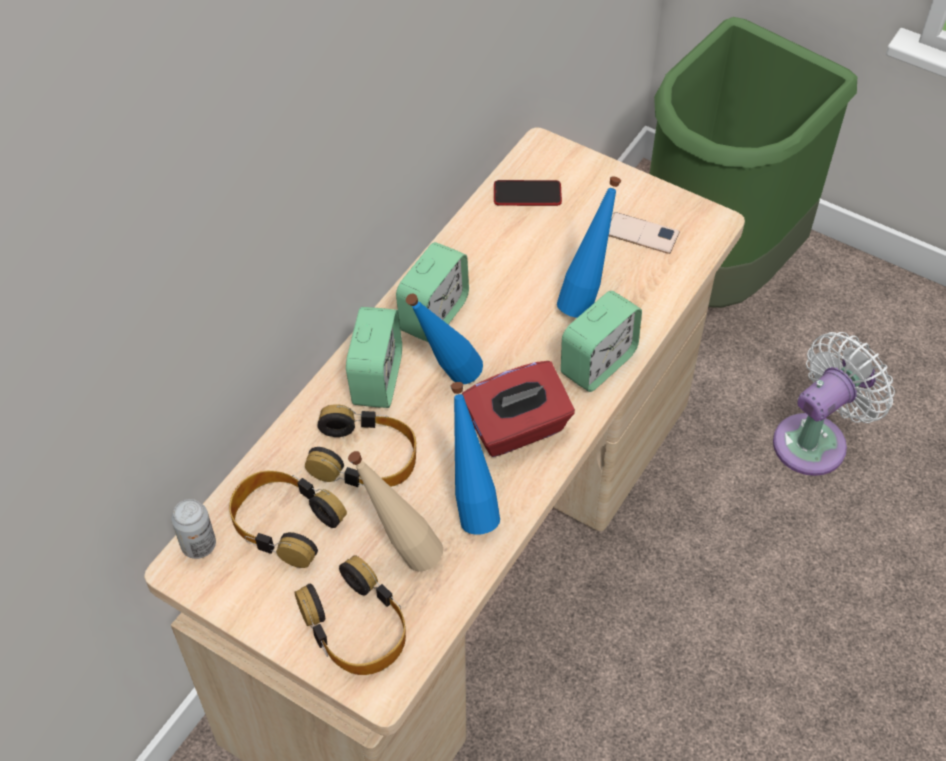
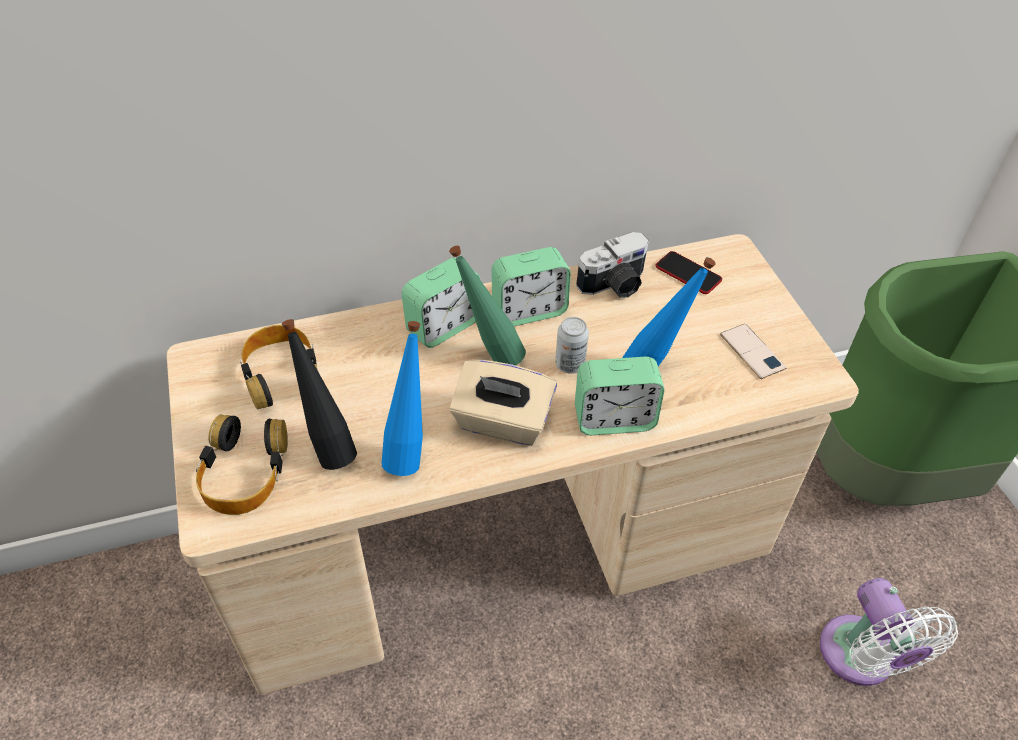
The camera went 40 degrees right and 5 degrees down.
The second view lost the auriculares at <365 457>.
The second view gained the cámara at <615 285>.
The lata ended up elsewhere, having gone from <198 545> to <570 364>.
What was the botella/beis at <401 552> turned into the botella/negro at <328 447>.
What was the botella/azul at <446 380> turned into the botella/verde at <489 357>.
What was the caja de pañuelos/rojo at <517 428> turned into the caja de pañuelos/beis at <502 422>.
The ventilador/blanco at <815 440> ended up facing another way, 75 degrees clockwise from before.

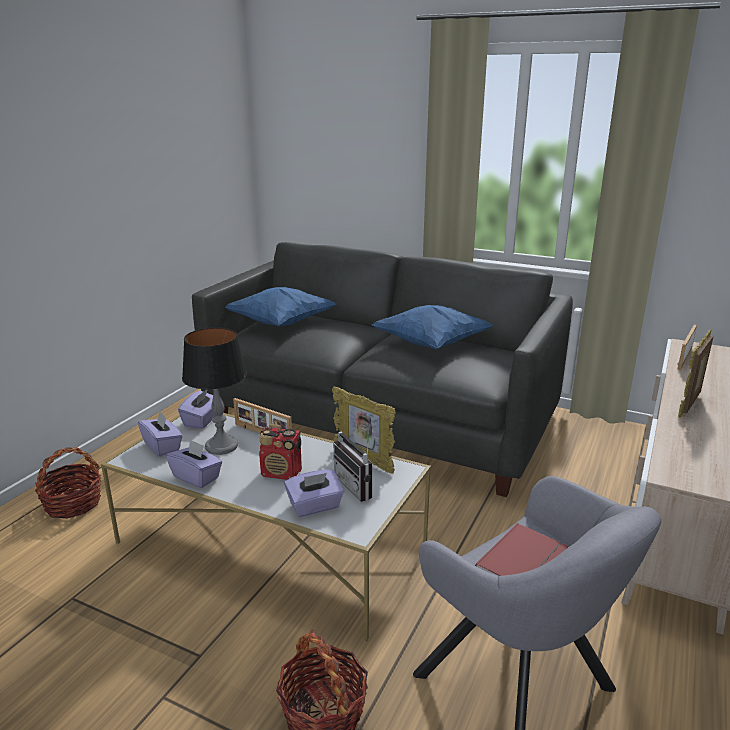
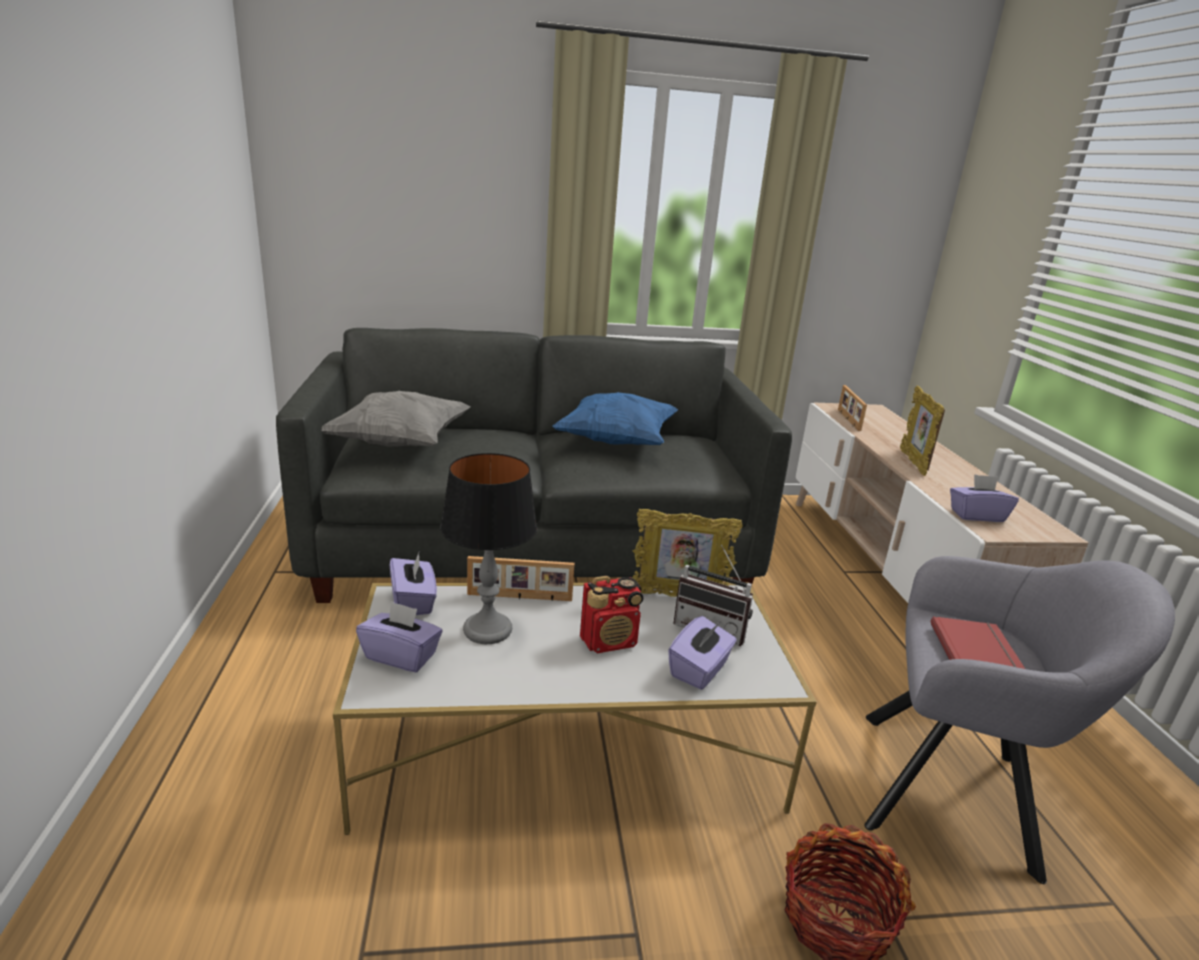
The camera went 35 degrees left and 0 degrees up.
The second view lost the cesta at <73 504>.
The caja de pañuelos/morado ended up elsewhere, having gone from <196 477> to <976 515>.
What was the cojín/azul at <281 323> turned into the cojín/gris at <399 443>.

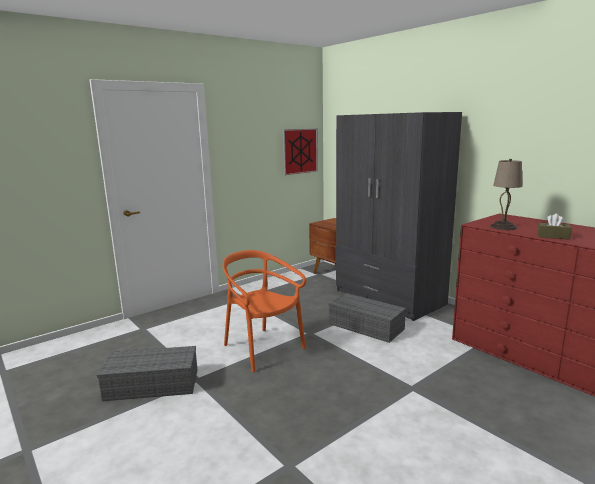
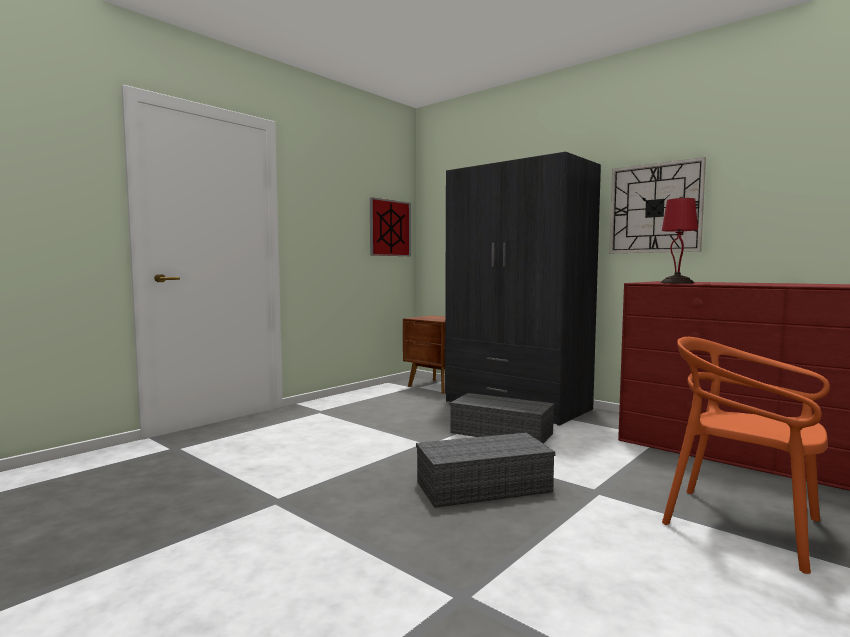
The camera went 10 degrees left and 10 degrees down.
The second view lost the caja de pañuelos/marrón at <553 236>.
The second view gained the reloj de pared at <655 208>.
The caja de almacenaje/gris ended up elsewhere, having gone from <154 384> to <484 486>.
The silla/naranja ended up elsewhere, having gone from <262 348> to <743 525>.
What was the lámpara de mesa/beis at <503 227> turned into the lámpara de mesa/rojo at <677 283>.

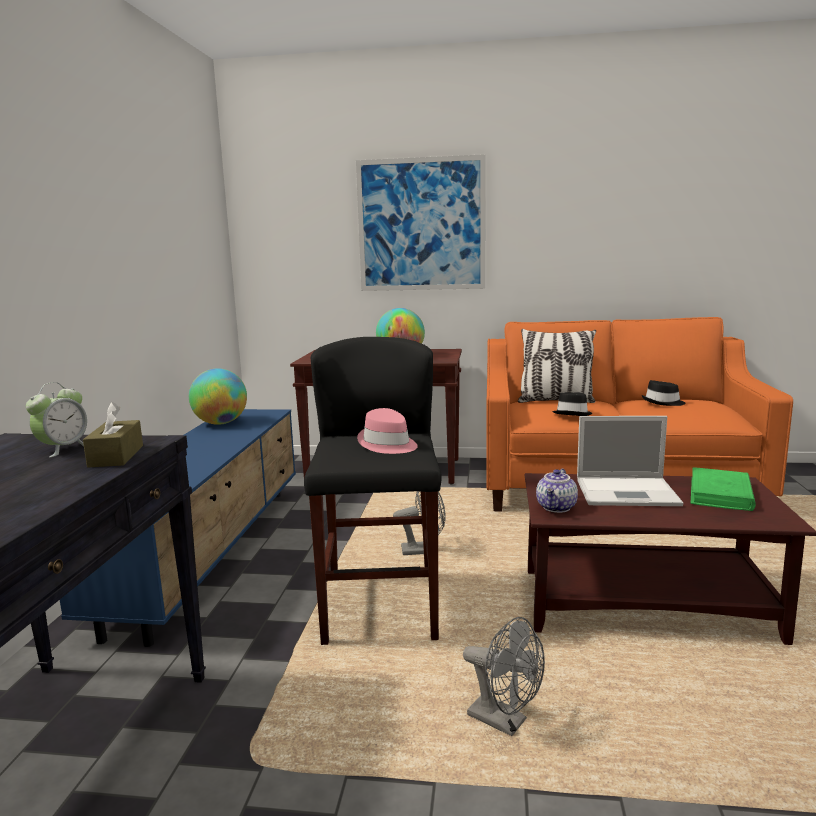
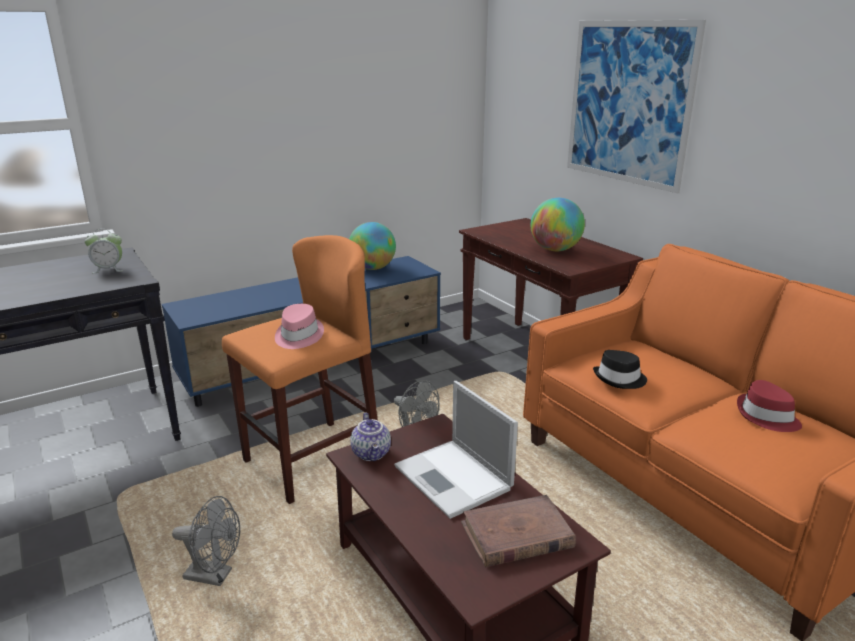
The camera went 50 degrees right and 10 degrees up.
The second view lost the caja de pañuelos/marrón at <116 456>.
The second view lost the cojín at <555 401>.
What was the taburete/negro at <380 607> turned into the taburete/naranja at <312 460>.
What was the sombrero/negro at <663 402> turned into the sombrero/rojo at <766 417>.
What was the libro/verde at <720 494> turned into the libro/marrón at <516 535>.
The ventilador/gris at <505 722> ended up facing another way, 75 degrees counterclockwise from before.
The tetera at <557 508> ended up facing another way, 90 degrees counterclockwise from before.

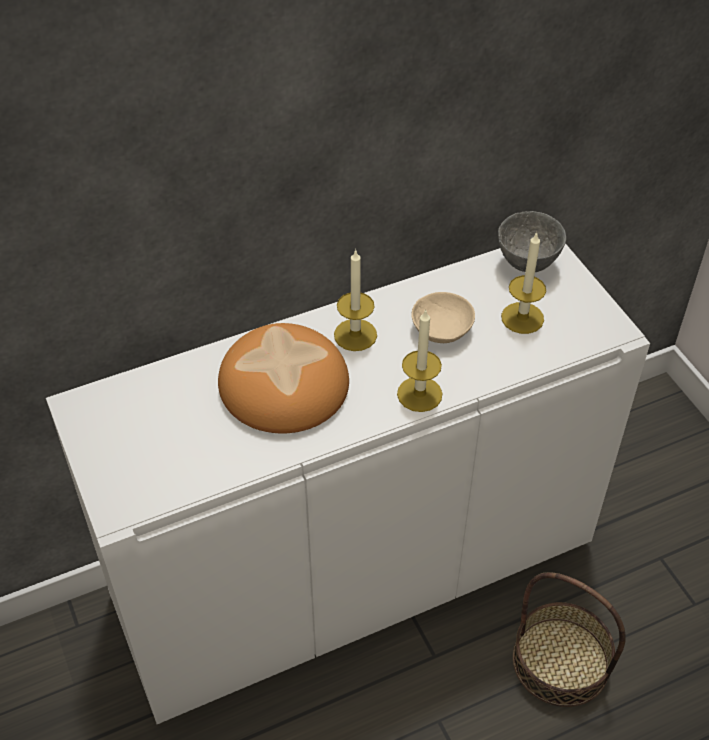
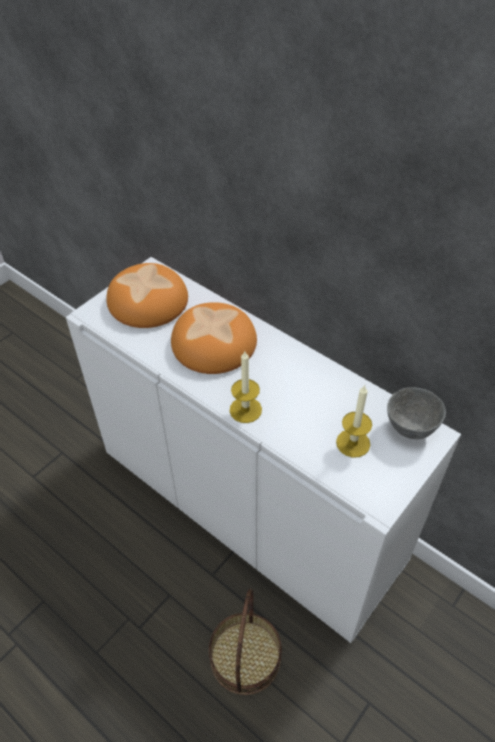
The camera went 65 degrees right and 0 degrees up.
The second view lost the vela at <355 335>.
The second view lost the cuenco/beis at <443 330>.
The second view gained the pan at <148 301>.

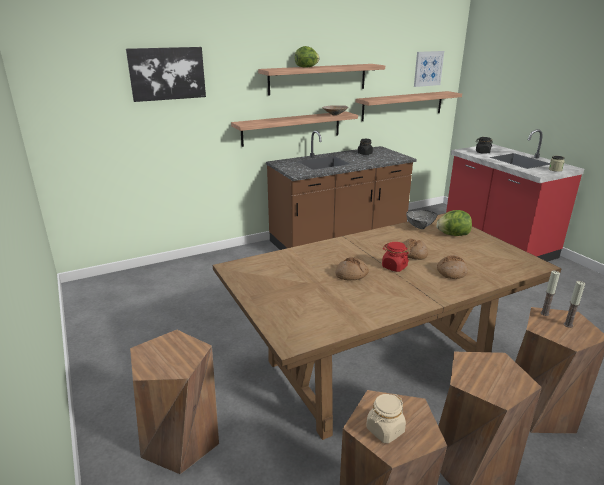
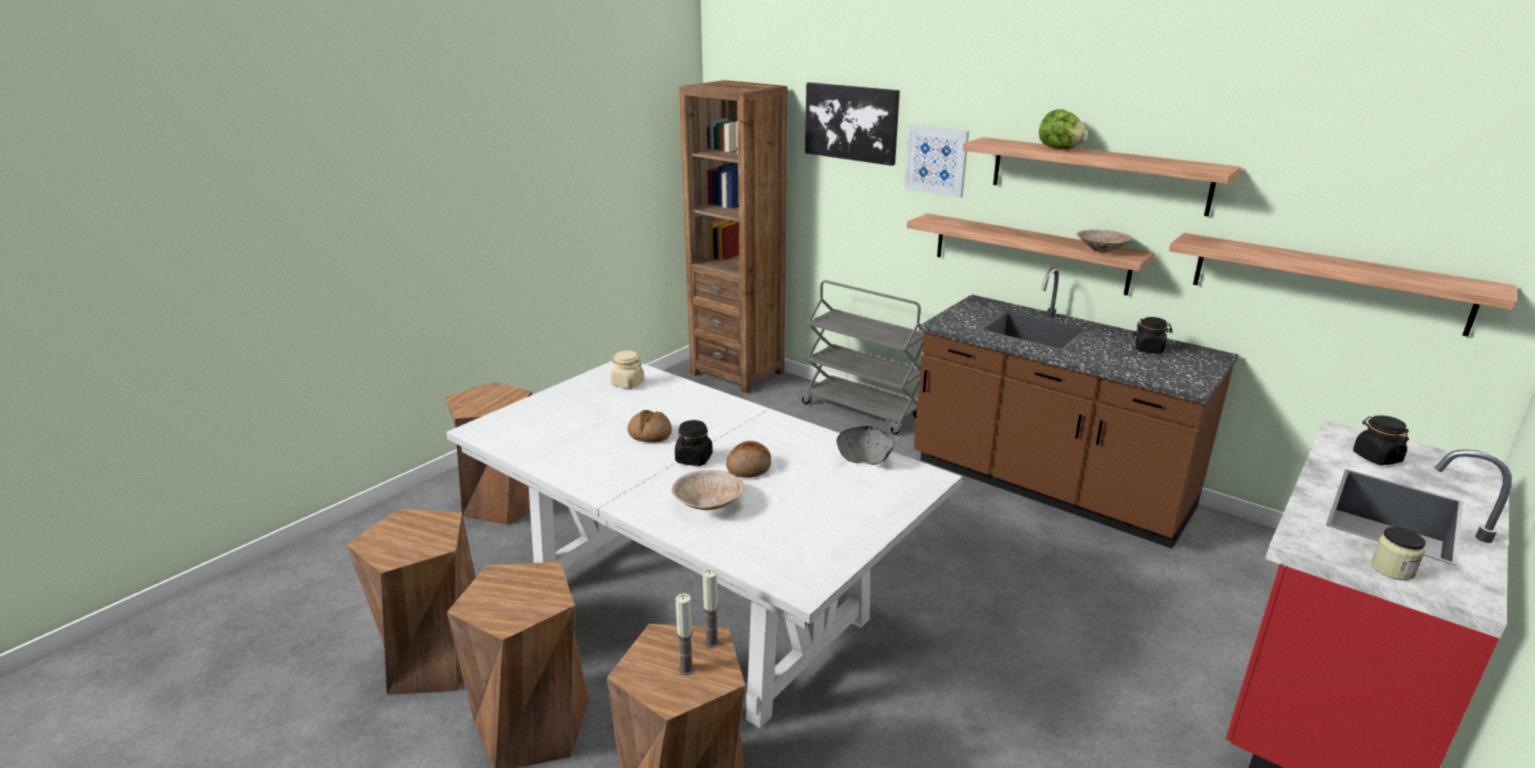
The camera went 65 degrees right and 0 degrees up.
The second view lost the lechuga at <453 235>.
The second view gained the estantería/marrón at <737 373>.
The second view gained the carrito/gris at <862 411>.
The tarro/beis ended up elsewhere, having gone from <385 430> to <627 384>.
The cuadro ended up elsewhere, having gone from <428 68> to <936 160>.
Where the pan stood at <451 272>, the cuenco/beis came to stand at <709 504>.
What was the mesa de comedor/marrón at <376 366> turned into the mesa de comedor/blanco at <696 604>.
What was the tarro/rojo at <394 267> turned into the tarro/negro at <694 459>.

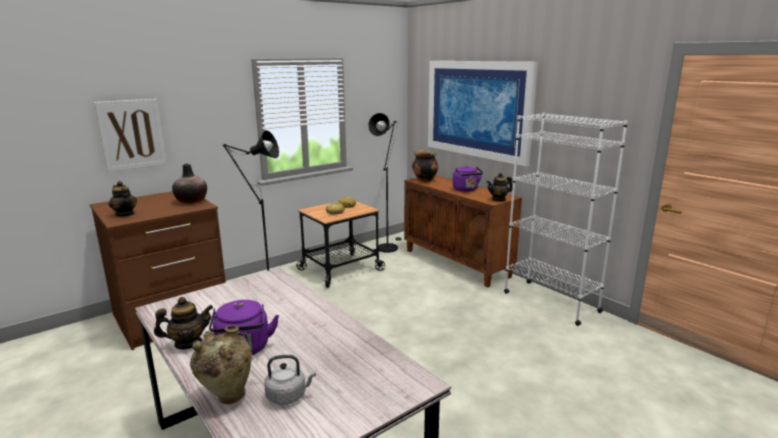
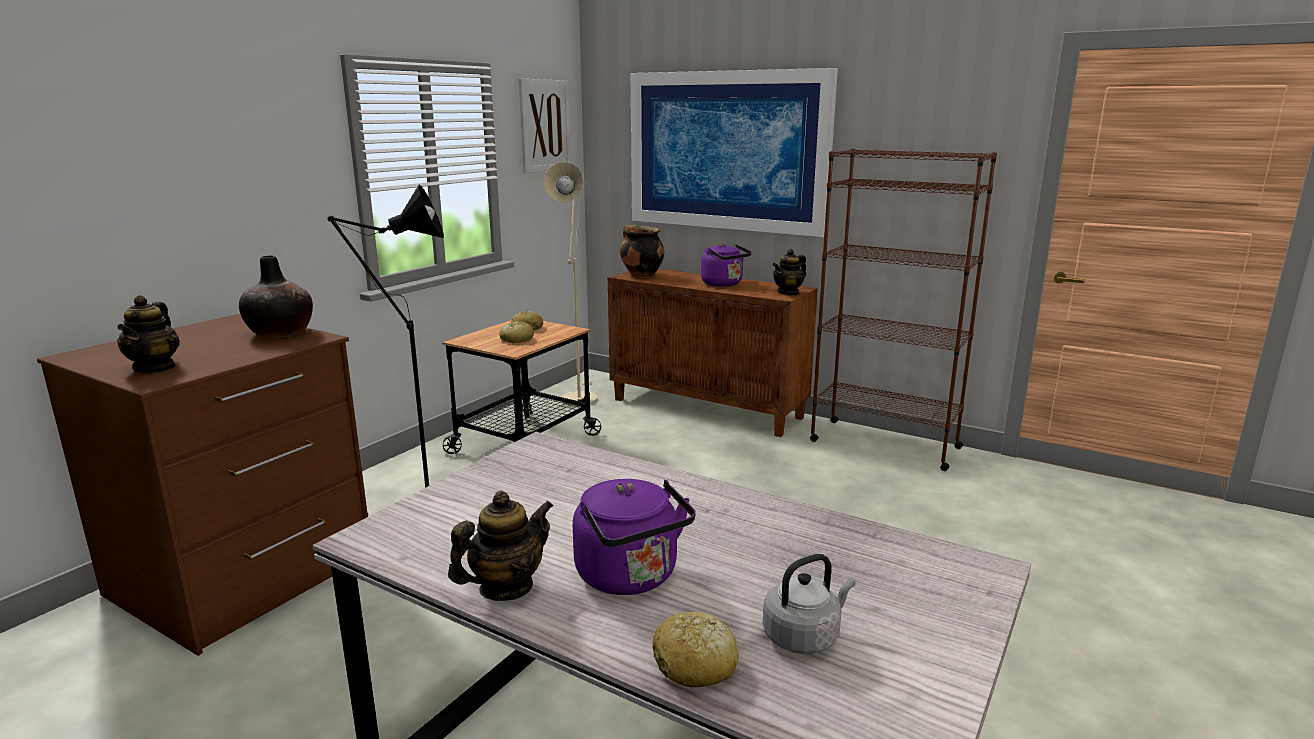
The camera went 20 degrees left and 0 degrees up.
The cuadro ended up elsewhere, having gone from <132 134> to <545 125>.
Where the florero/beis stood at <227 397>, the pan came to stand at <695 664>.
What was the lámpara de pie/negro at <388 246> turned into the lámpara de pie/beis at <579 397>.
What was the estantería/blanco at <550 301> turned into the estantería/marrón at <884 444>.
The tetera at <125 214> ended up facing another way, 60 degrees clockwise from before.

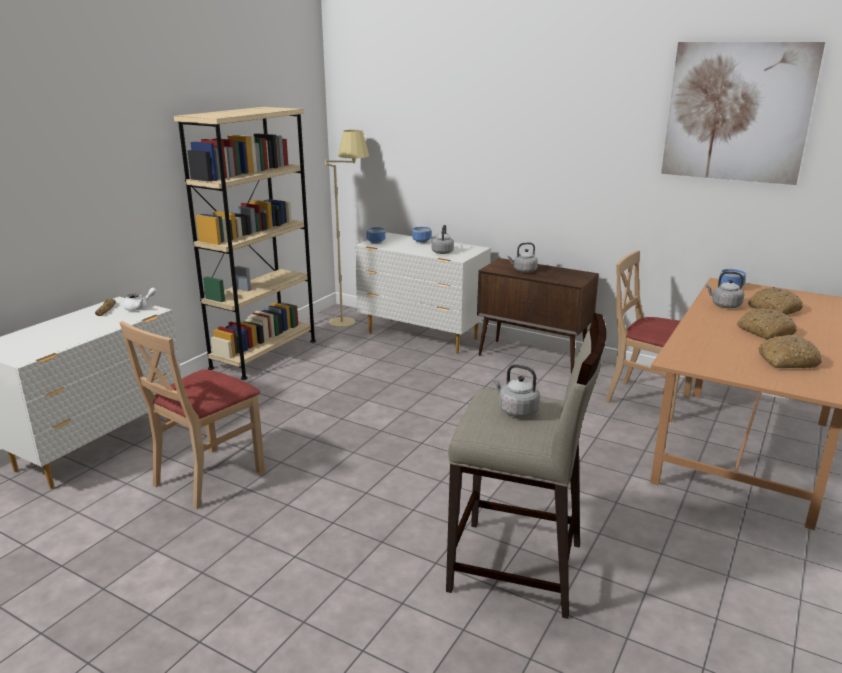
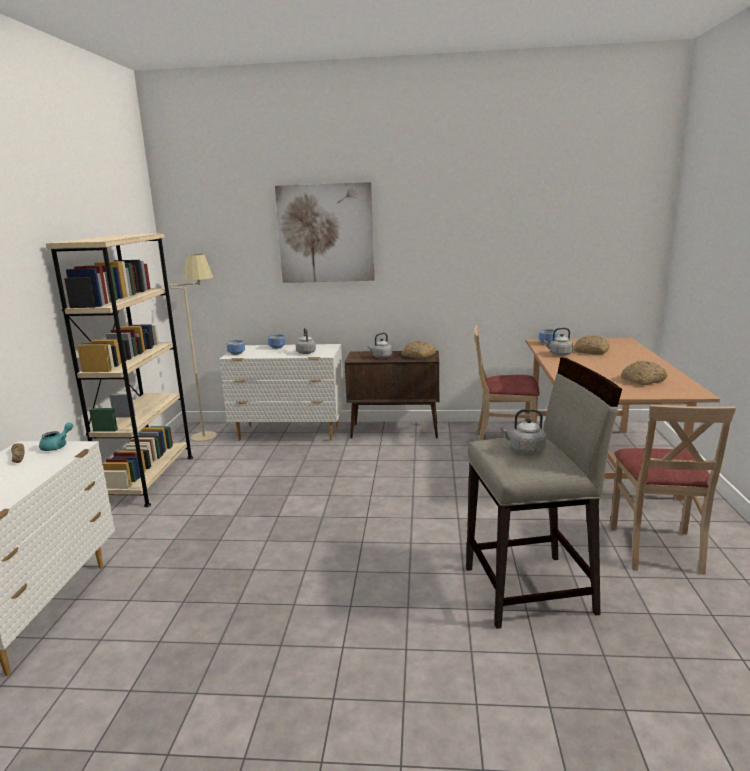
The camera went 25 degrees left and 5 degrees down.
The silla/beis ended up elsewhere, having gone from <208 477> to <656 548>.
The cuadro ended up elsewhere, having gone from <737 112> to <326 233>.
The pan ended up elsewhere, having gone from <764 332> to <418 356>.
What was the tetera/blanco at <140 307> turned into the tetera/turquesa at <58 446>.

